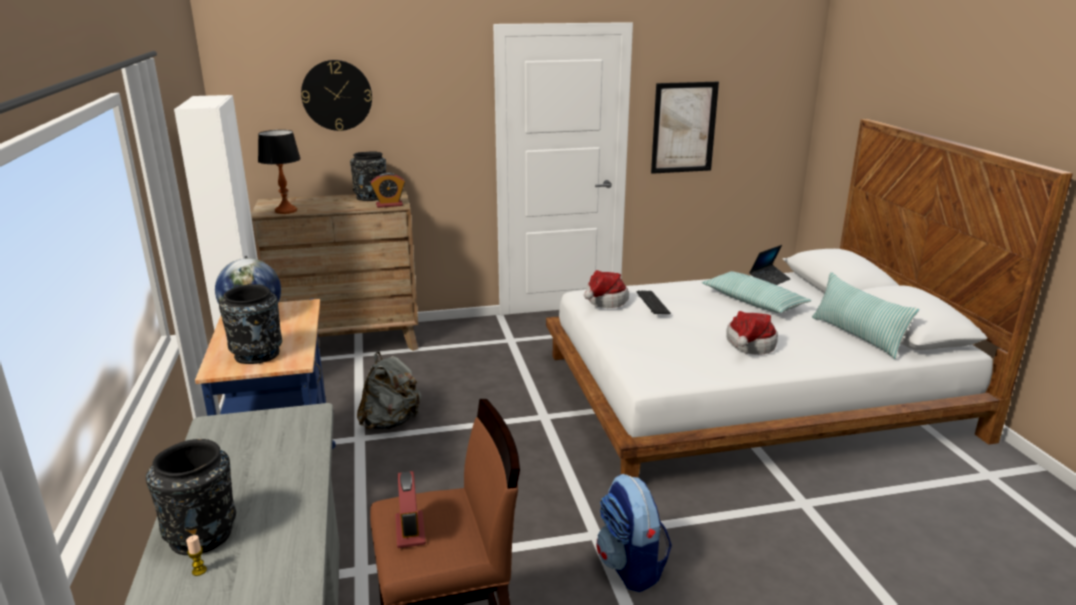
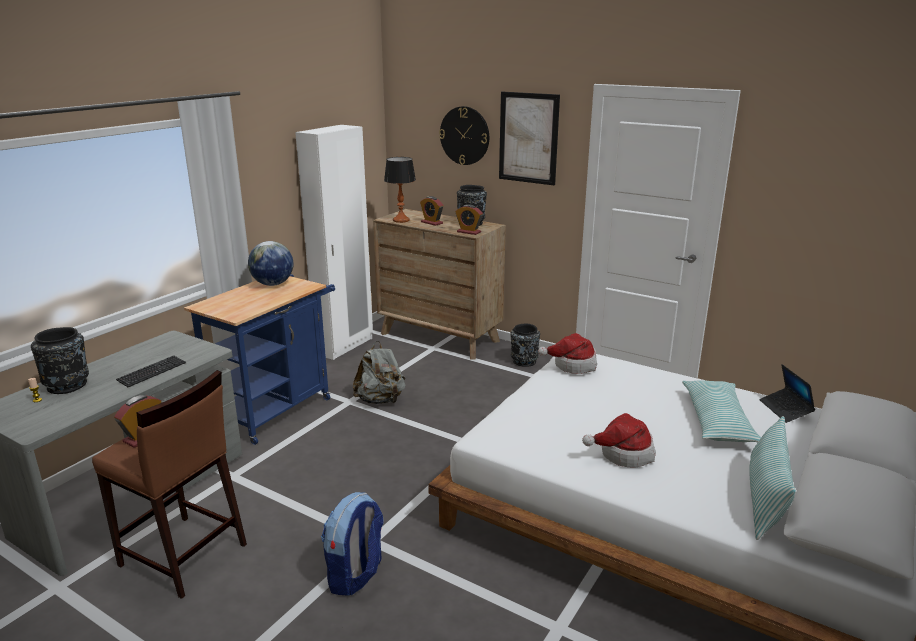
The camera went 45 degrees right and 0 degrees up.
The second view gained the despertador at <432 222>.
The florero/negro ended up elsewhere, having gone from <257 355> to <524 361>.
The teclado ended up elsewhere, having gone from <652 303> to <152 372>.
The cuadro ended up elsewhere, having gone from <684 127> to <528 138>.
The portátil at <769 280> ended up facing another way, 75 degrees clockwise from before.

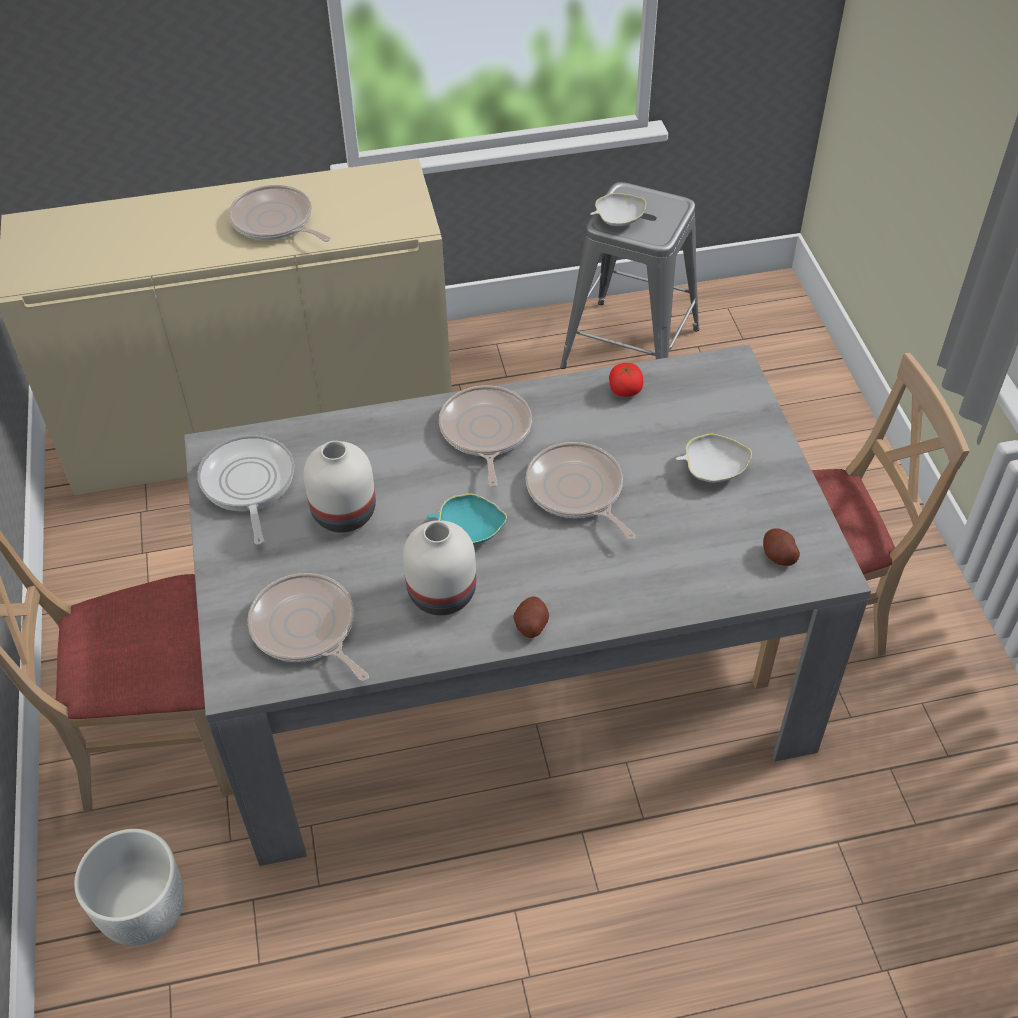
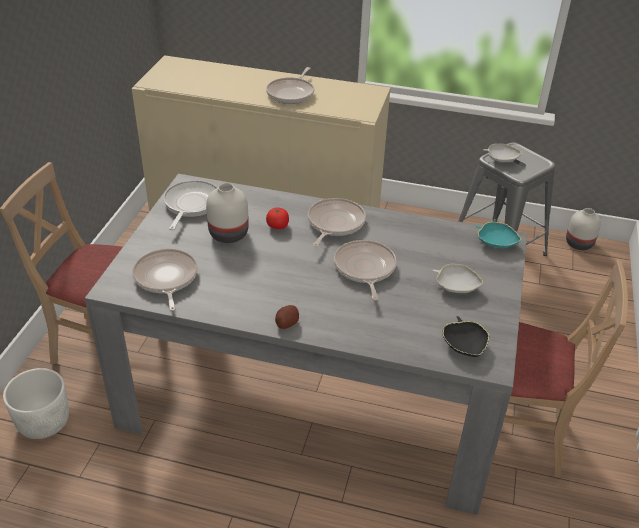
The camera went 25 degrees right and 10 degrees down.
The florero/blanco ended up elsewhere, having gone from <443 592> to <579 243>.
The cuenco/turquesa ended up elsewhere, having gone from <468 531> to <495 242>.
The tomate ended up elsewhere, having gone from <625 390> to <277 226>.
Where the patata stood at <778 556>, the cuenco/negro came to stand at <464 345>.
The sartén at <275 222> ended up facing another way, 135 degrees counterclockwise from before.

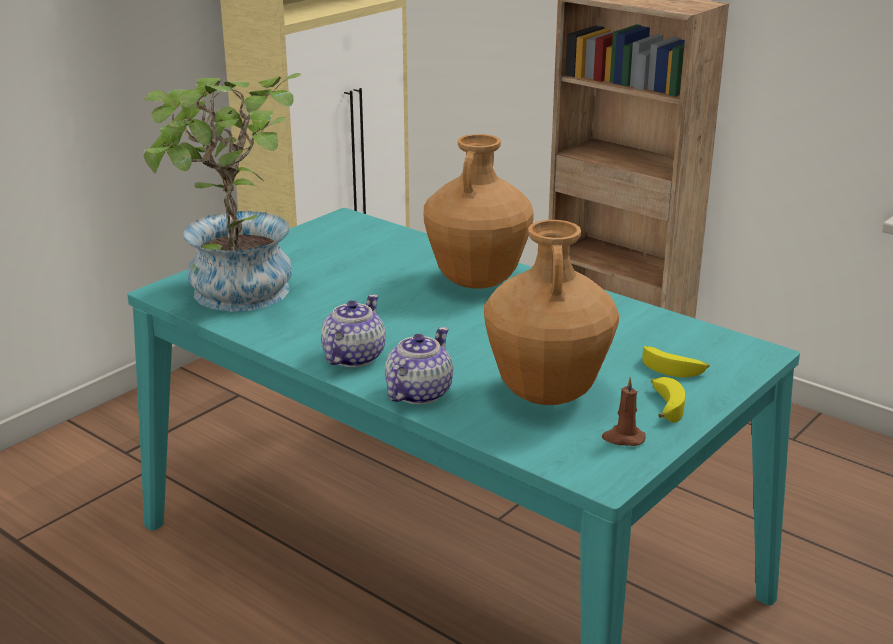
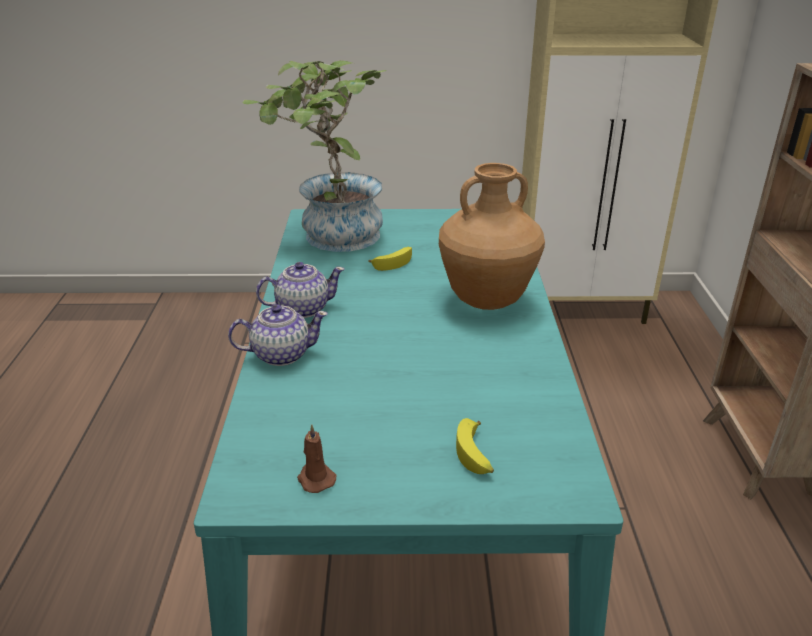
The camera went 50 degrees right and 5 degrees up.
The second view lost the florero/marrón at <547 394>.
The plátano ended up elsewhere, having gone from <664 405> to <393 262>.

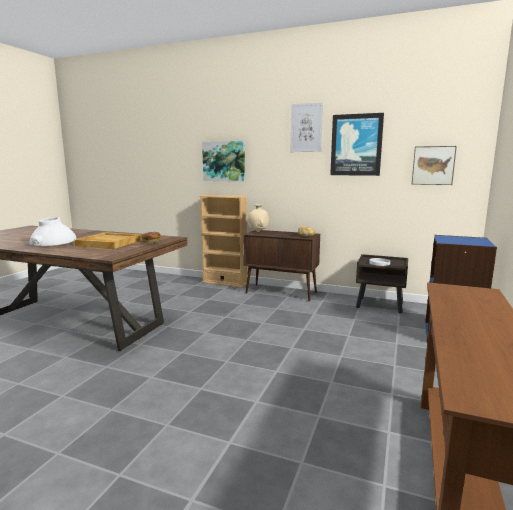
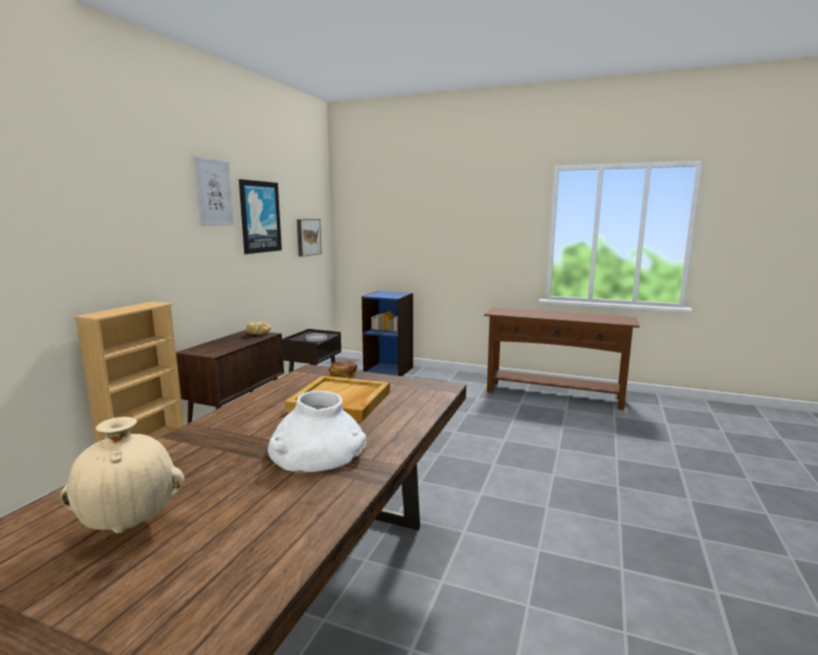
The camera went 90 degrees left and 0 degrees up.
The second view lost the cuadro at <224 161>.
The florero/beis ended up elsewhere, having gone from <258 231> to <131 525>.

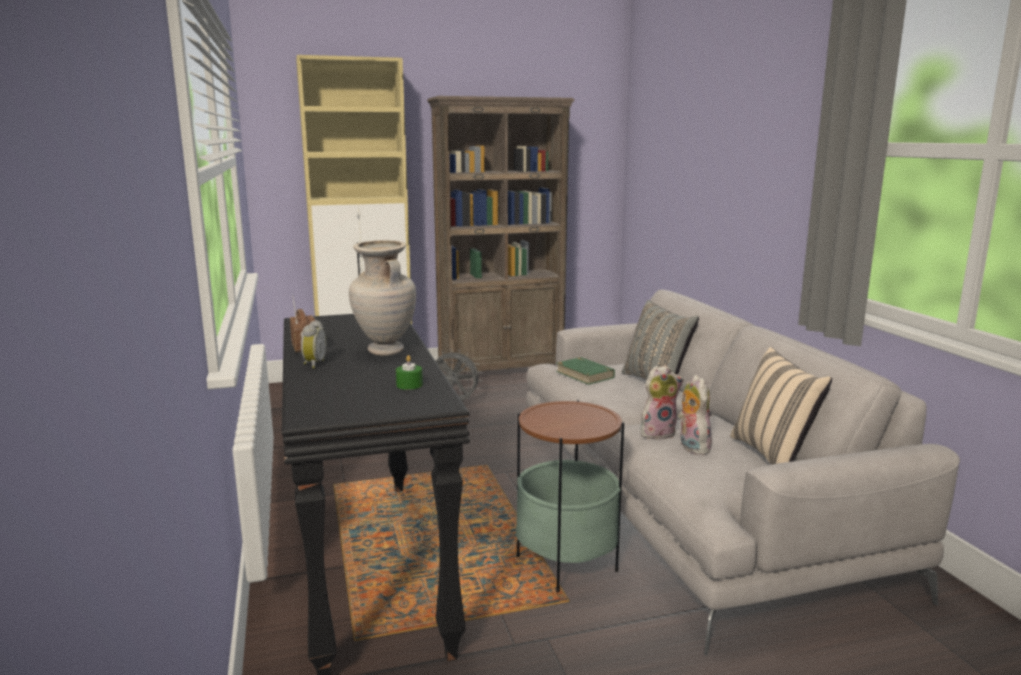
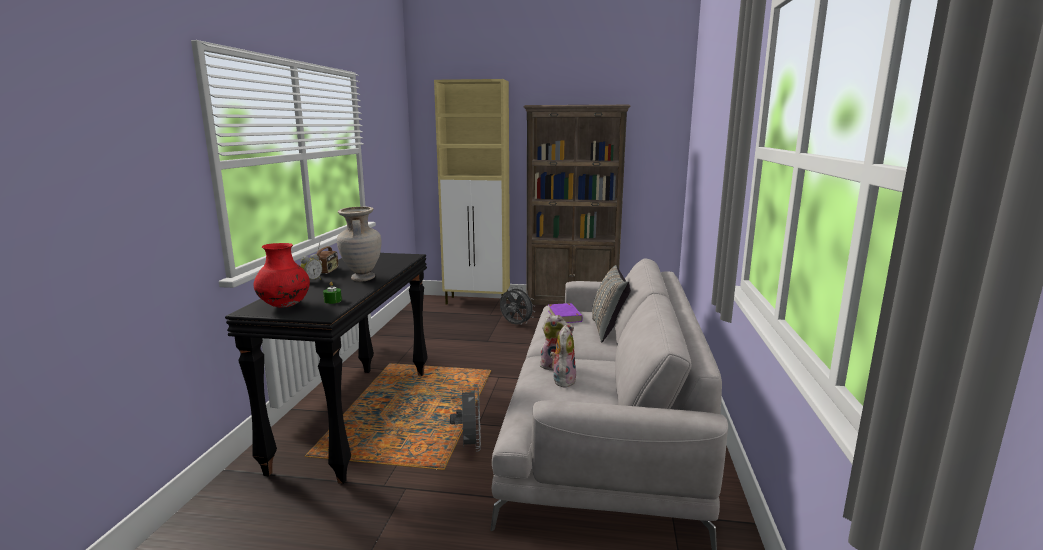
The camera went 25 degrees right and 0 degrees up.
The second view lost the cojín/beis at <773 456>.
The second view gained the florero/rojo at <285 306>.
Where the mesa auxiliar stood at <566 564>, the ventilador/gris came to stand at <469 446>.
What was the libro/verde at <584 374> turned into the libro/morado at <564 316>.

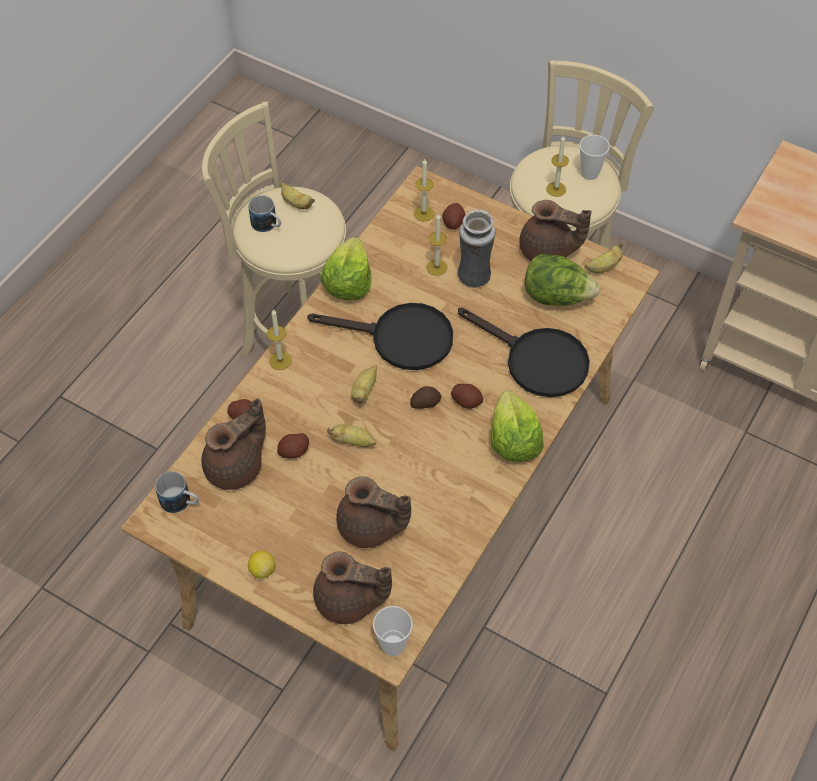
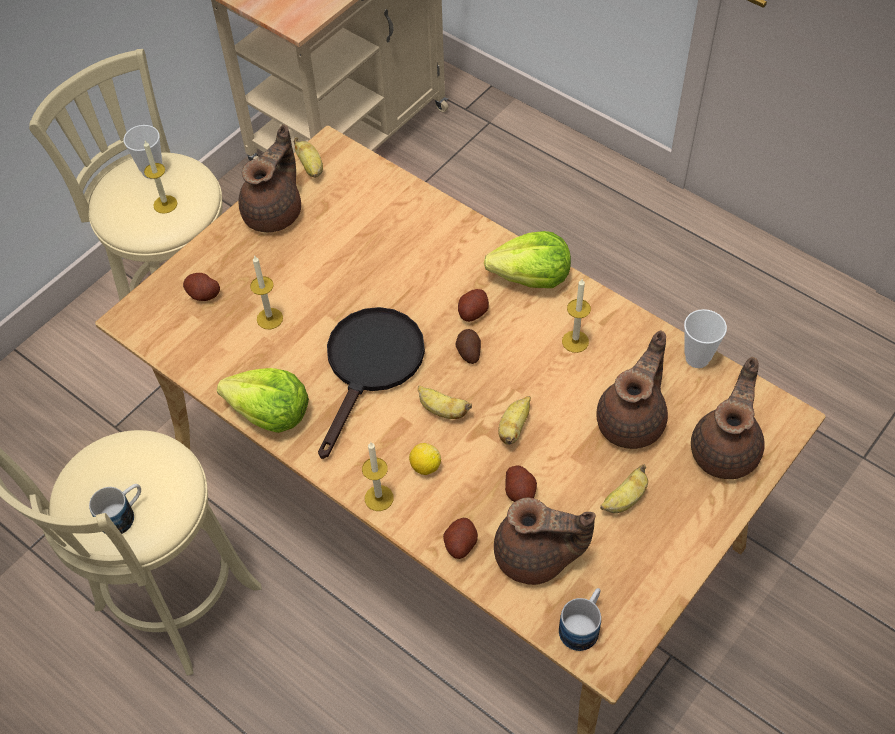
The camera went 80 degrees left and 0 degrees up.
The second view lost the florero at <474 278>.
The second view lost the sartén/negro at <536 360>.
The second view lost the lechuga at <556 297>.
The limón ended up elsewhere, having gone from <262 570> to <425 466>.
The plátano ended up elsewhere, having gone from <296 203> to <624 500>.
The taza ended up elsewhere, having gone from <393 645> to <697 358>.
The vela ended up elsewhere, having gone from <423 213> to <575 341>.
The tetera/marrón at <237 467> ended up facing another way, 135 degrees clockwise from before.

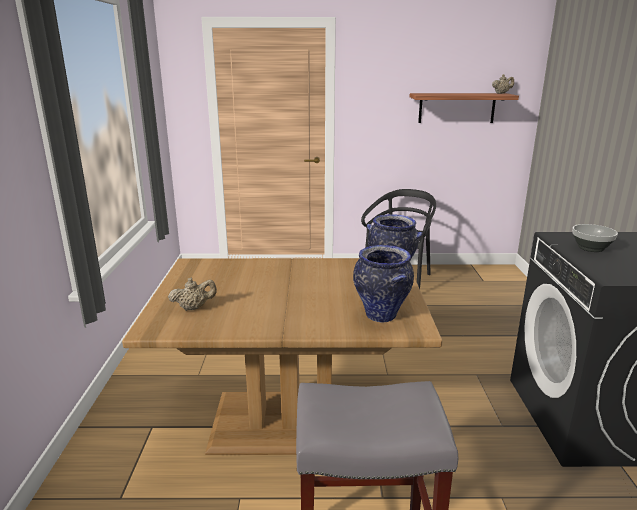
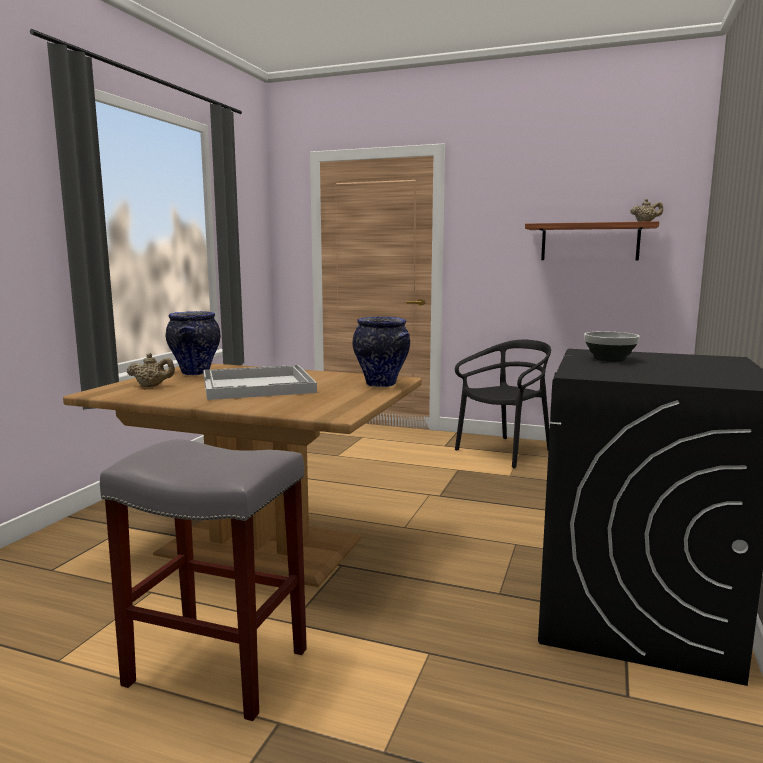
The camera went 20 degrees right and 10 degrees down.
The second view gained the bandeja/blanco at <258 385>.
The florero ended up elsewhere, having gone from <381 316> to <195 373>.

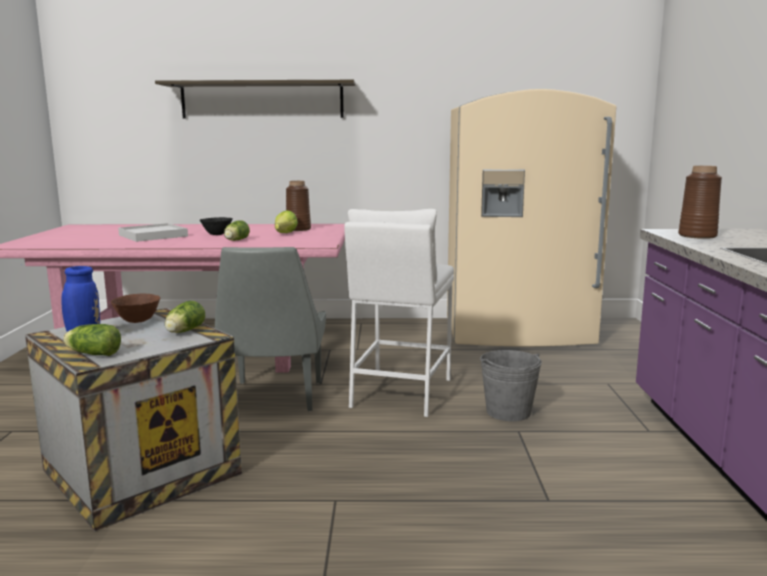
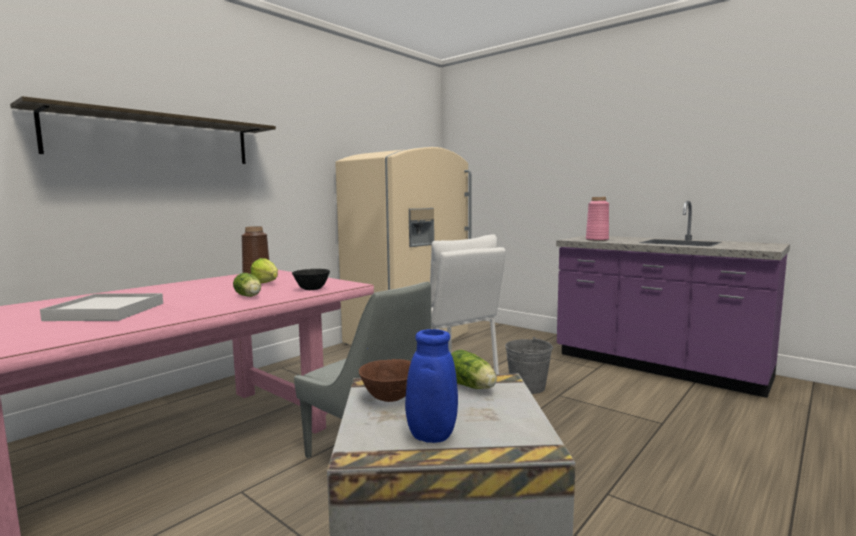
The camera went 50 degrees left and 5 degrees down.
The second view lost the lechuga at <92 354>.
The cuenco/negro ended up elsewhere, having gone from <216 234> to <311 290>.
What was the florero/marrón at <697 236> turned into the florero/rosa at <597 239>.

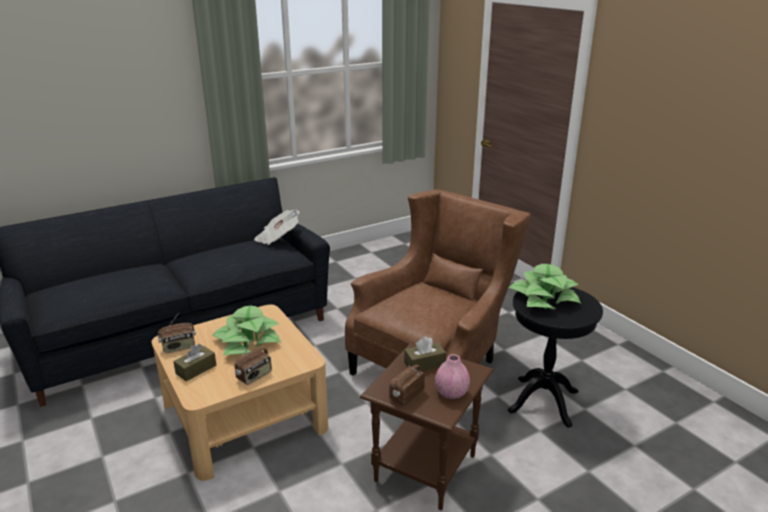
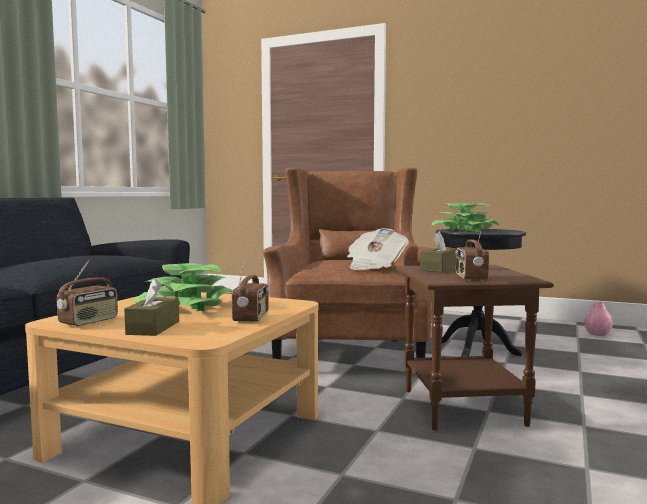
The camera went 35 degrees left and 20 degrees down.
The periódico ended up elsewhere, having gone from <277 238> to <374 266>.
The florero/rosa ended up elsewhere, having gone from <451 393> to <597 334>.

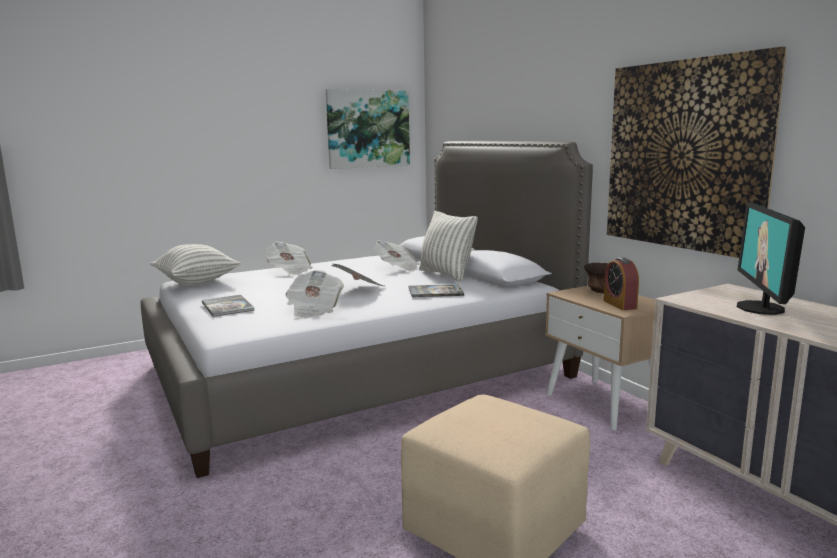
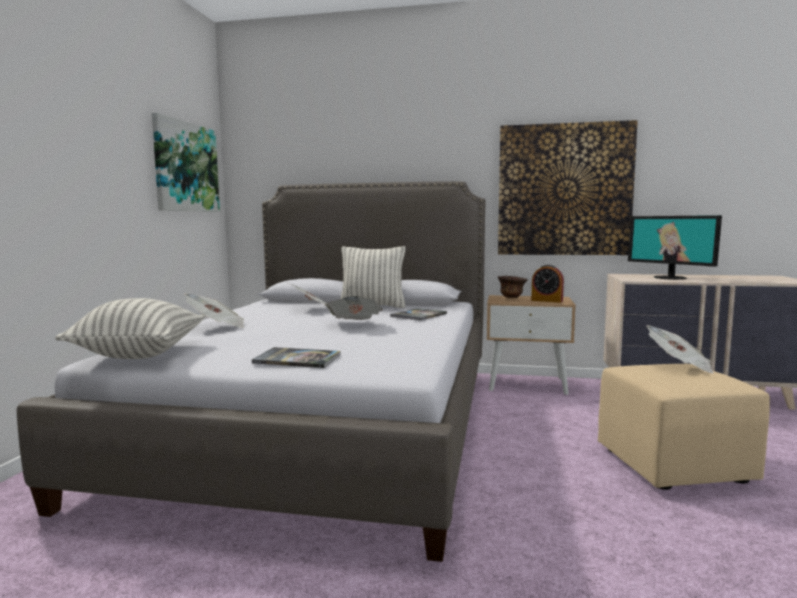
The camera went 50 degrees left and 5 degrees down.
The periódico ended up elsewhere, having gone from <314 310> to <679 366>.

